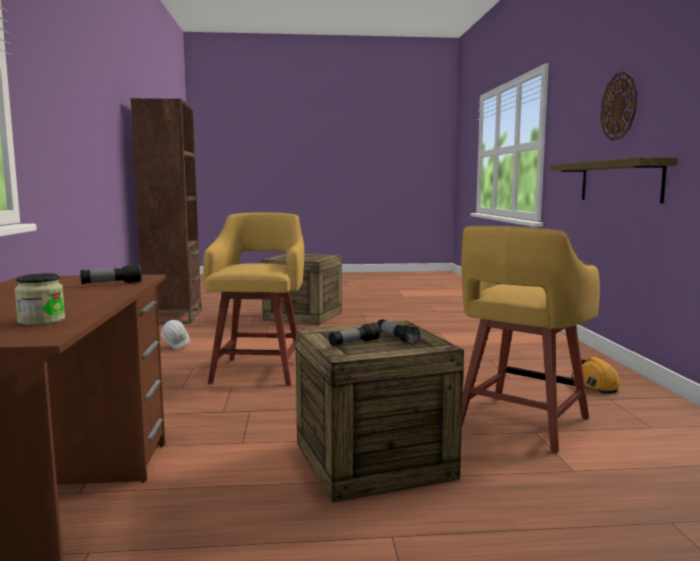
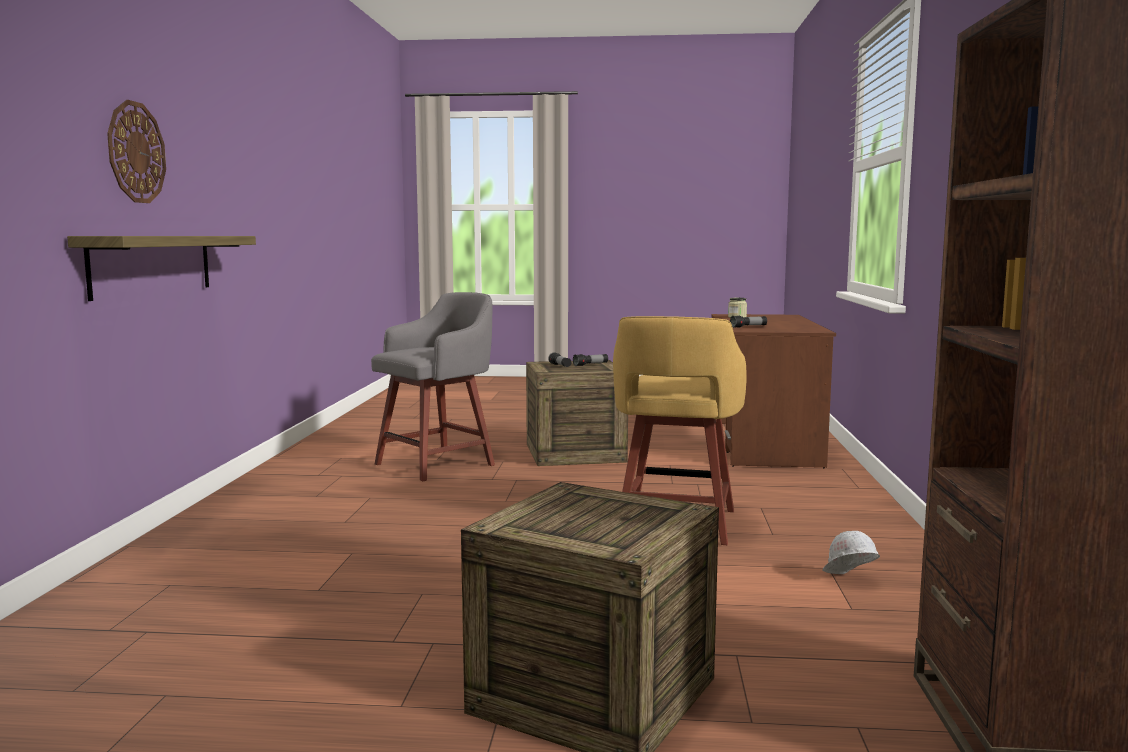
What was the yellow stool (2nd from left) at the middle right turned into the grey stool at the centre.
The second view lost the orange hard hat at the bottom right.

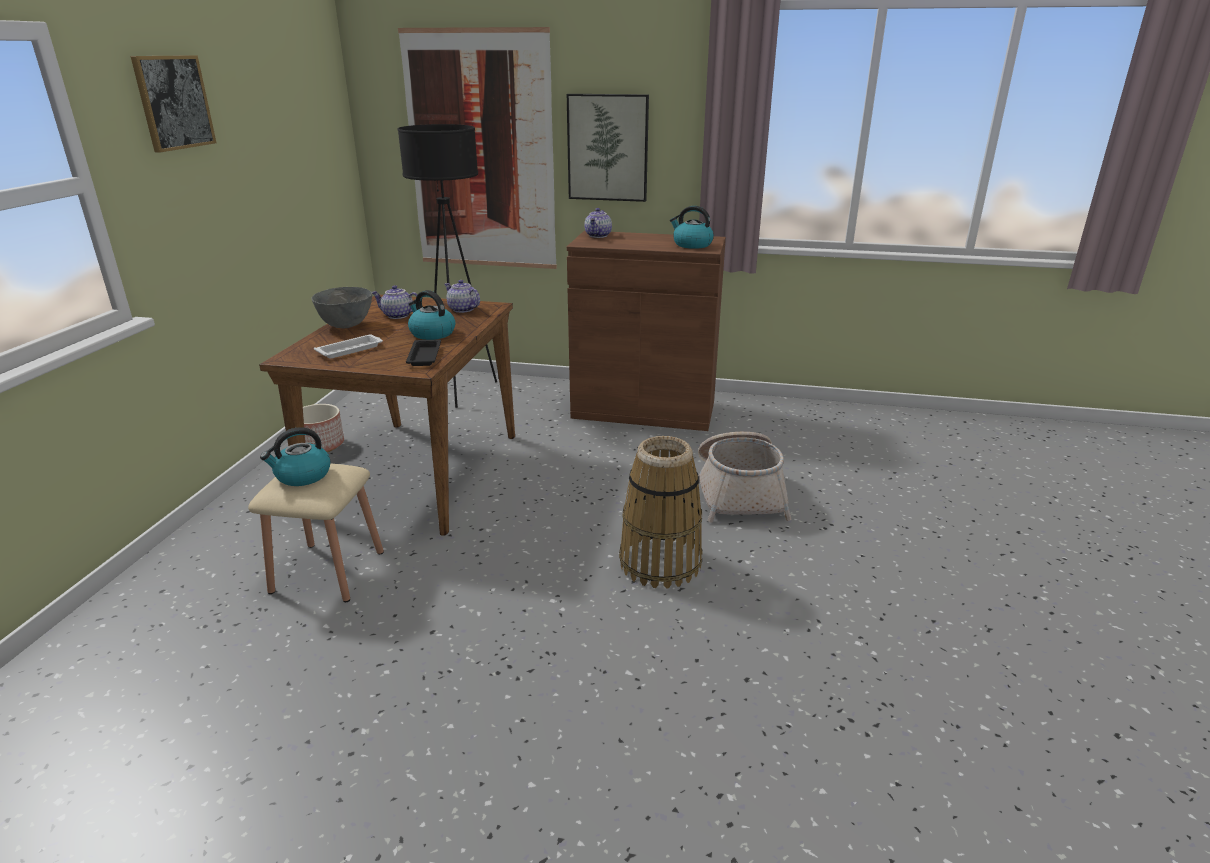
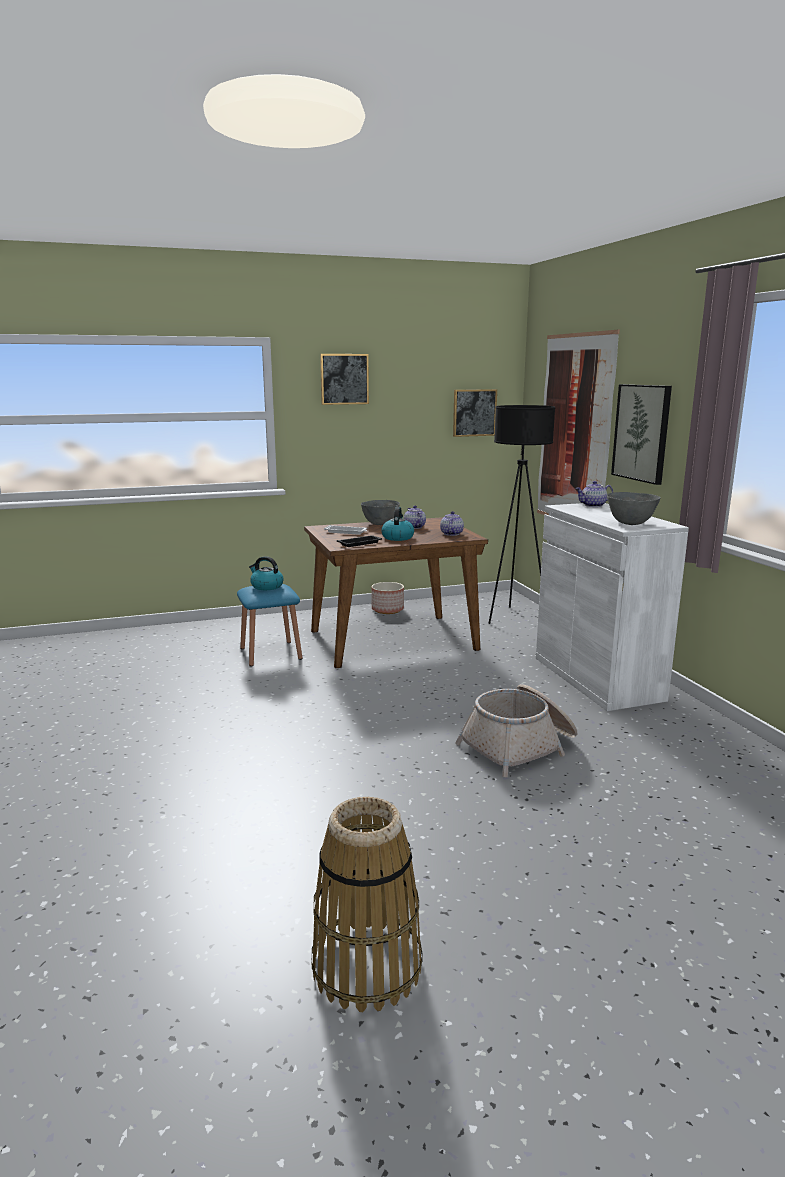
Where the kettle (3rd from left) stood at the top centre, the grey bowl (2nd from left) came to stand at the middle right.
What was the brown cabinet at the centre turned into the white cabinet at the middle right.
The basket (1st from left) ended up elsewhere, having gone from the centre to the bottom centre.
What was the beige stool at the middle left turned into the blue stool at the centre.
The second view gained the picture (2nd from left) at the centre.

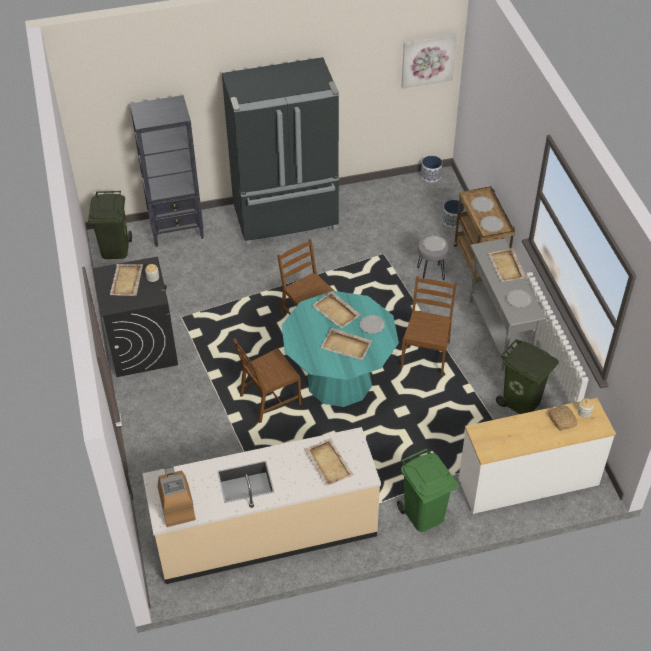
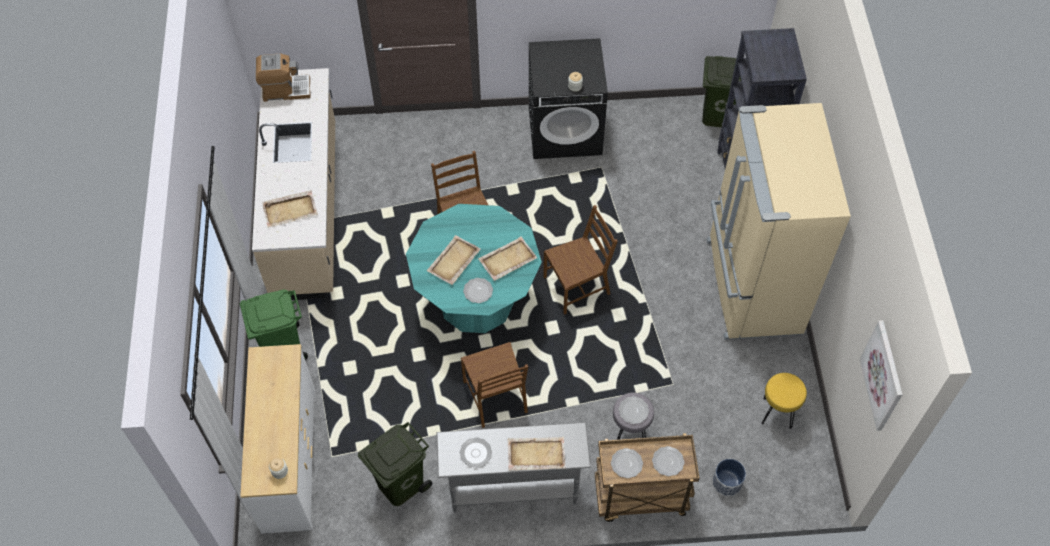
What was the black fridge at the top centre turned into the beige fridge at the middle right.
The second view lost the planter (1st from left) at the top centre.
The second view lost the beige tray (1st from left) at the middle left.
The brown chair (3rd from left in the first image) at the centre ended up facing another way, 45 degrees clockwise from before.
The second view lost the bread at the middle right.
The second view gained the yellow stool at the bottom right.

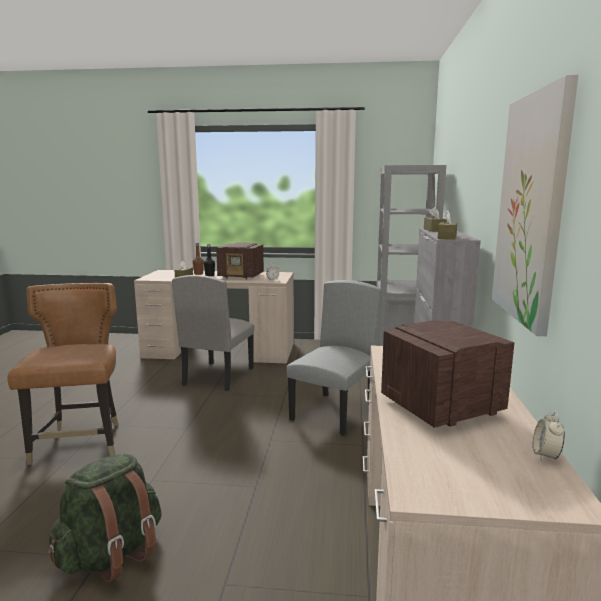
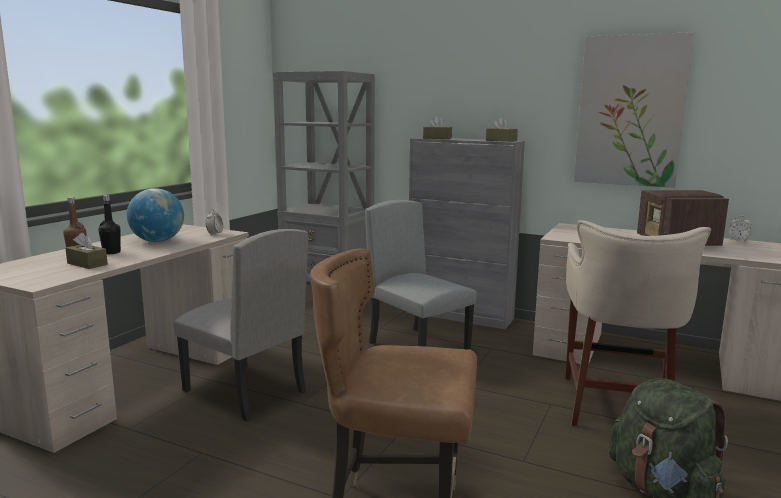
Where the radio (1st from left) stood at the centre, the globe came to stand at the middle left.
The second view gained the beige stool at the middle right.

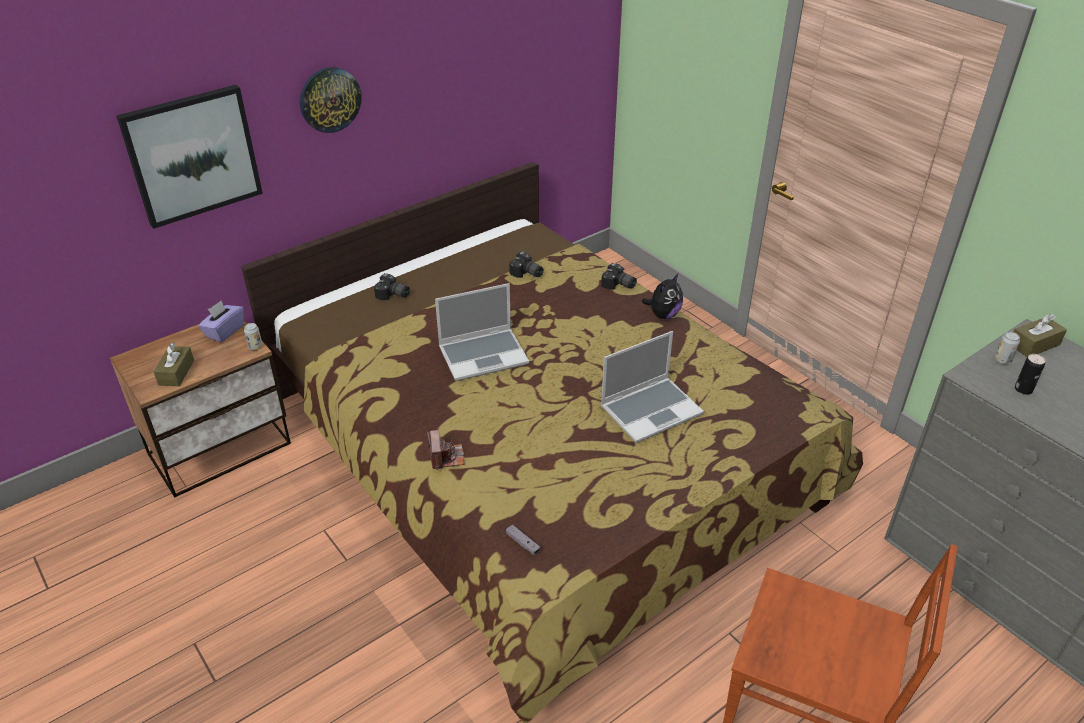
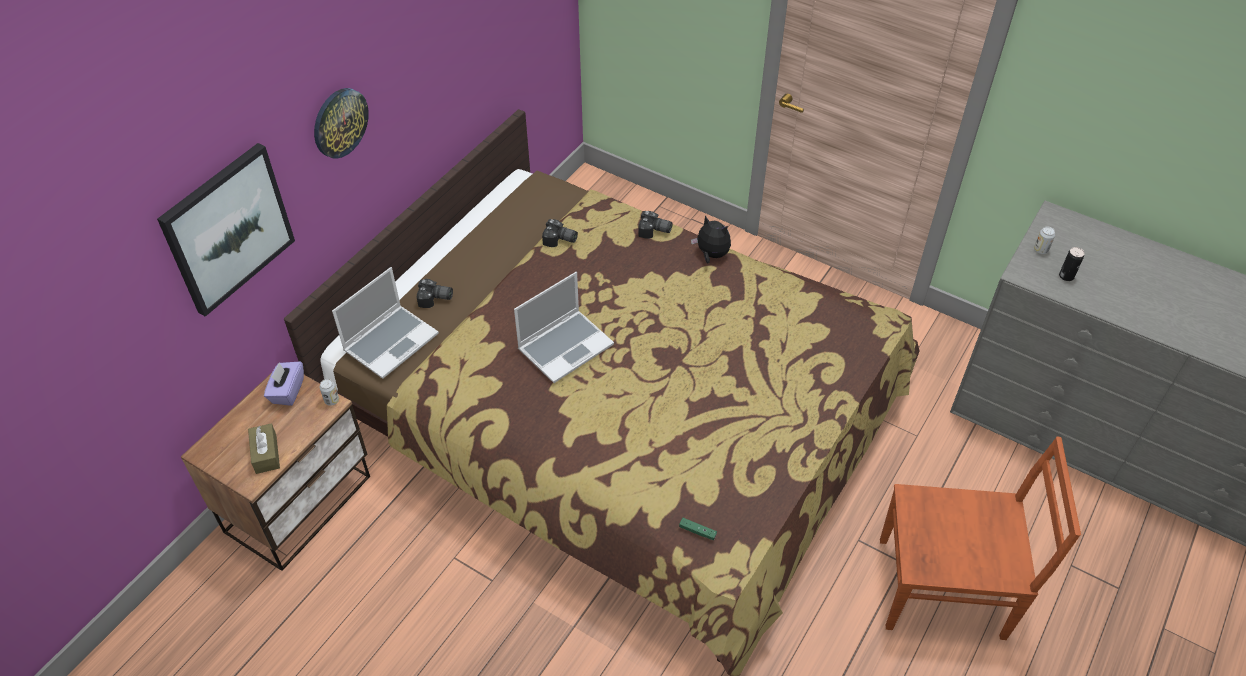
The plush toy at the centre ended up facing another way, 75 degrees counterclockwise from before.
The second view lost the brown tissue box (2nd from left) at the middle right.
The laptop (2nd from left in the first image) ended up elsewhere, having gone from the centre to the middle left.
The second view lost the photo camera (2nd from left) at the centre.
What was the grey game controller at the bottom centre turned into the green game controller at the bottom centre.

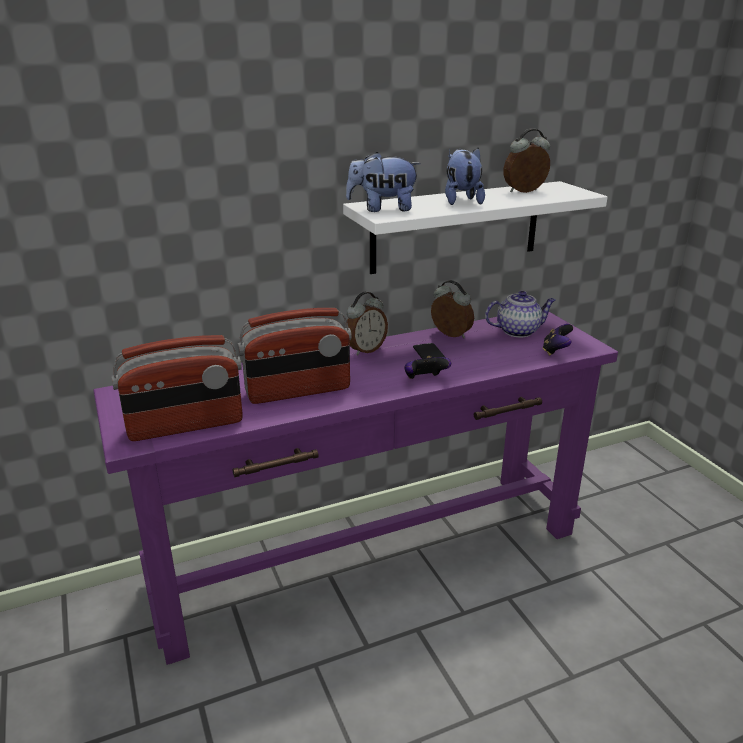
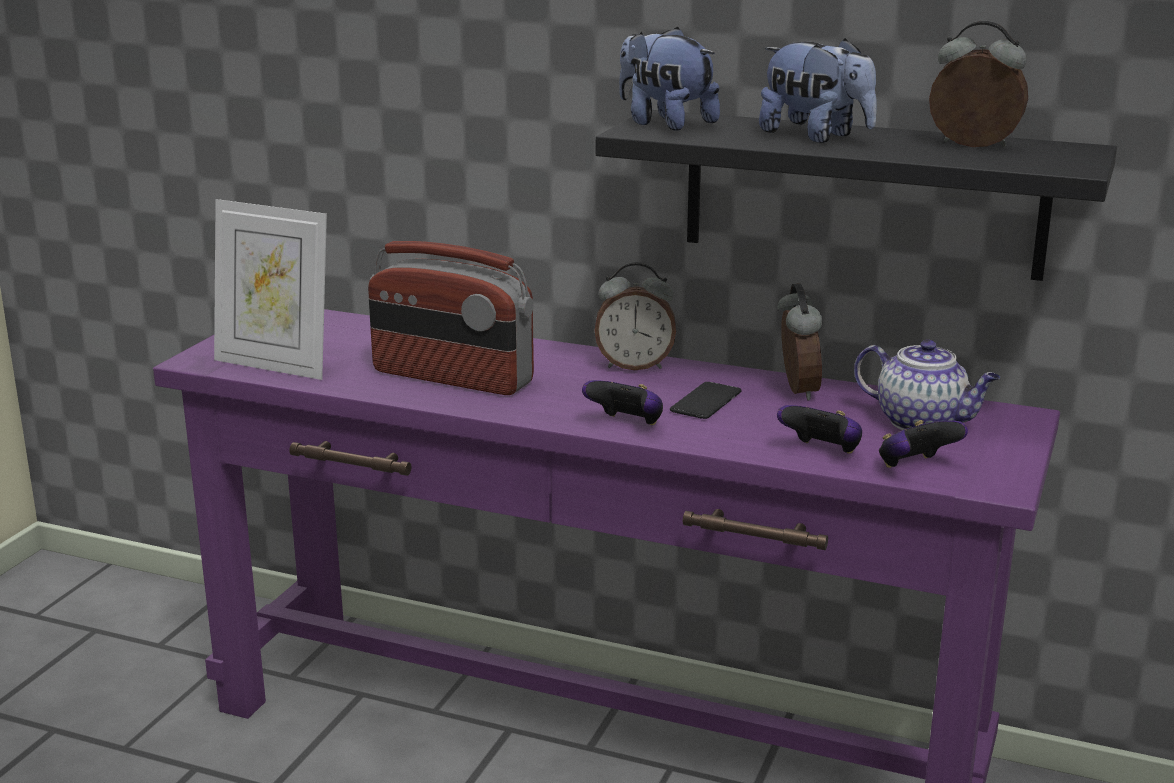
The plush toy (2nd from left) at the top centre ended up facing another way, 90 degrees clockwise from before.
What was the white shelf at the top centre turned into the black shelf at the top right.
Where the radio (1st from left) stood at the middle left, the picture frame came to stand at the middle left.
The second view gained the game controller (2nd from left) at the middle right.

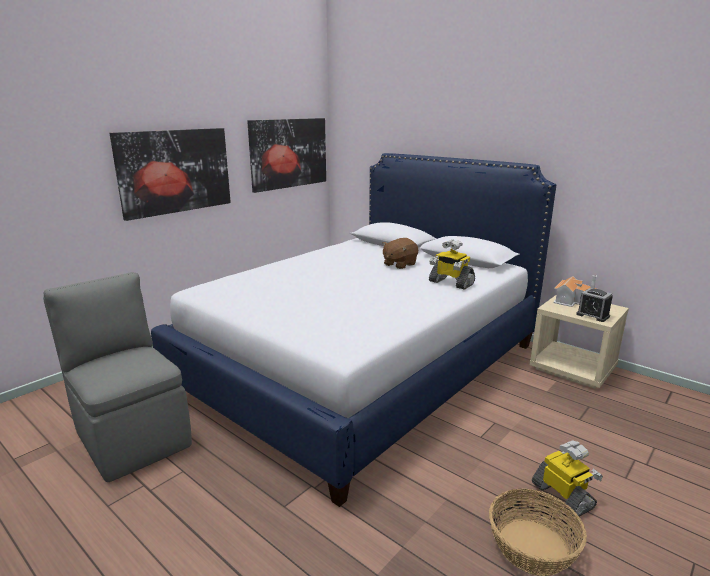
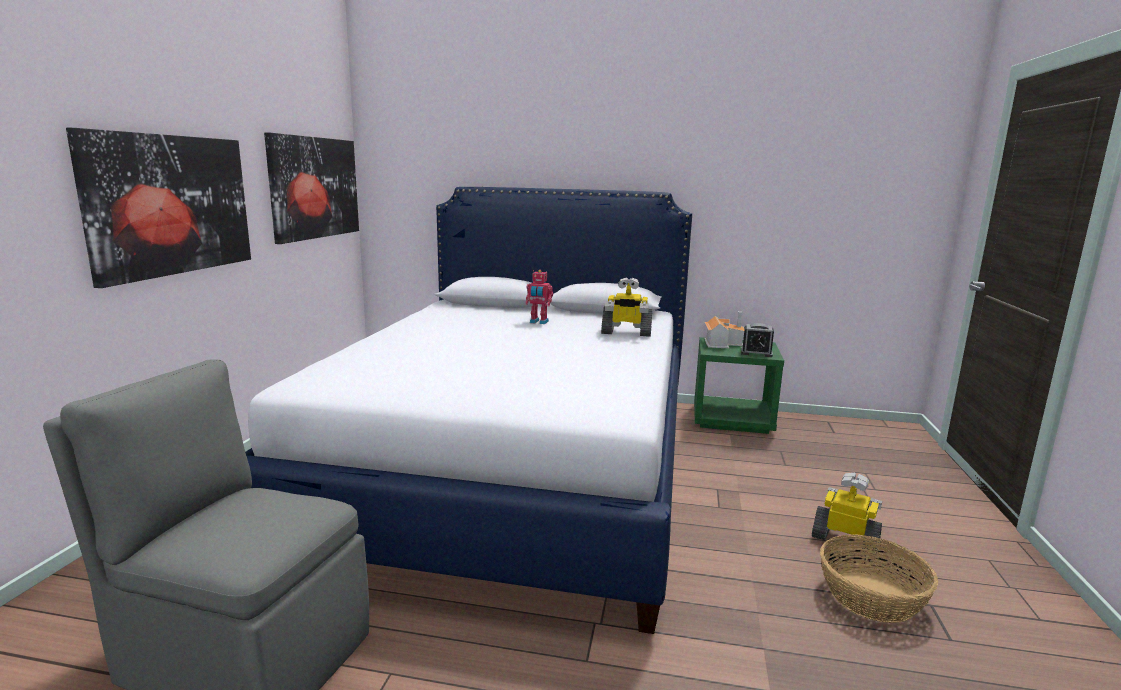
Where the brown plush toy stood at the centre, the toy robot (1st from left) came to stand at the centre.
What was the beige nightstand at the middle right turned into the green nightstand at the centre.

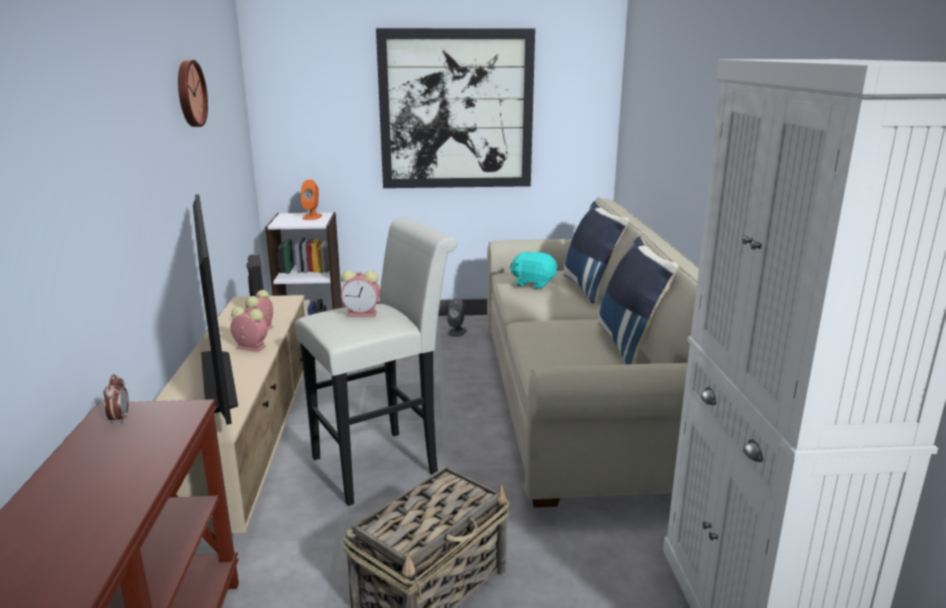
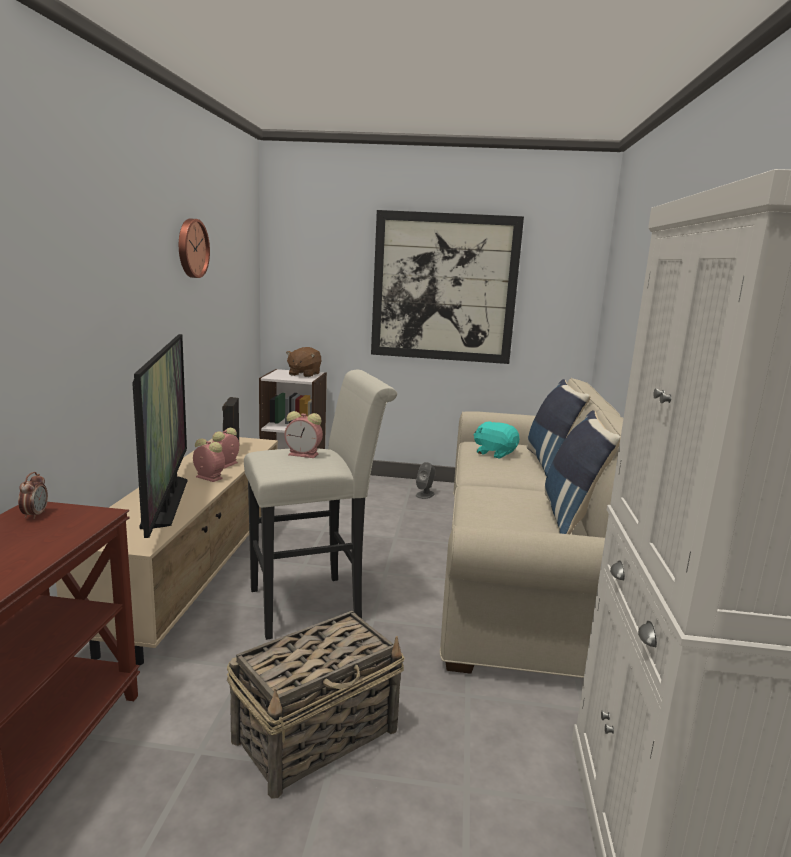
Where the orange speaker stood at the top left, the brown plush toy came to stand at the centre.

